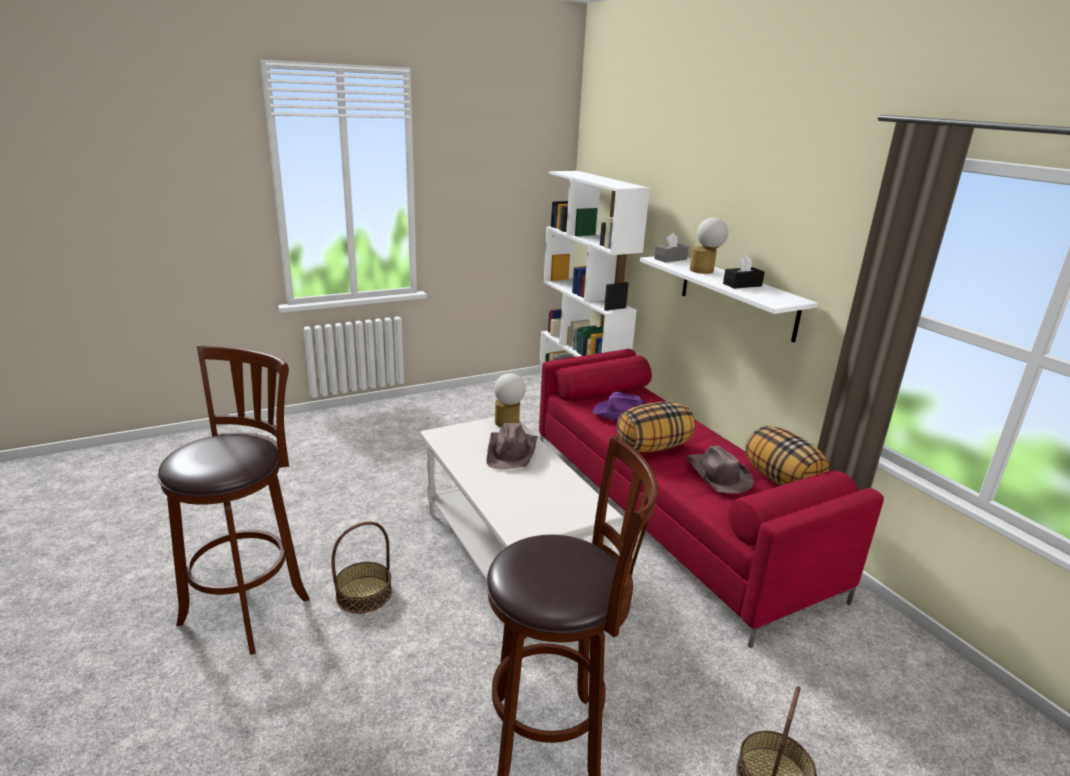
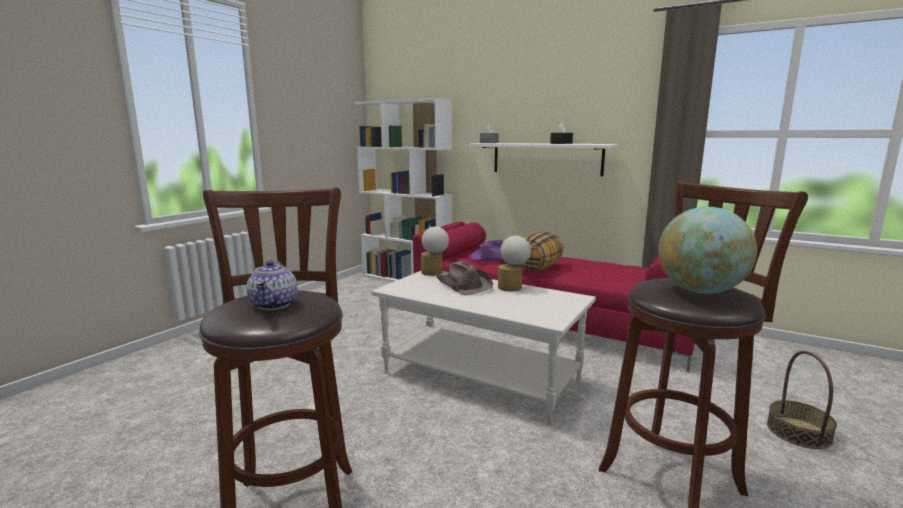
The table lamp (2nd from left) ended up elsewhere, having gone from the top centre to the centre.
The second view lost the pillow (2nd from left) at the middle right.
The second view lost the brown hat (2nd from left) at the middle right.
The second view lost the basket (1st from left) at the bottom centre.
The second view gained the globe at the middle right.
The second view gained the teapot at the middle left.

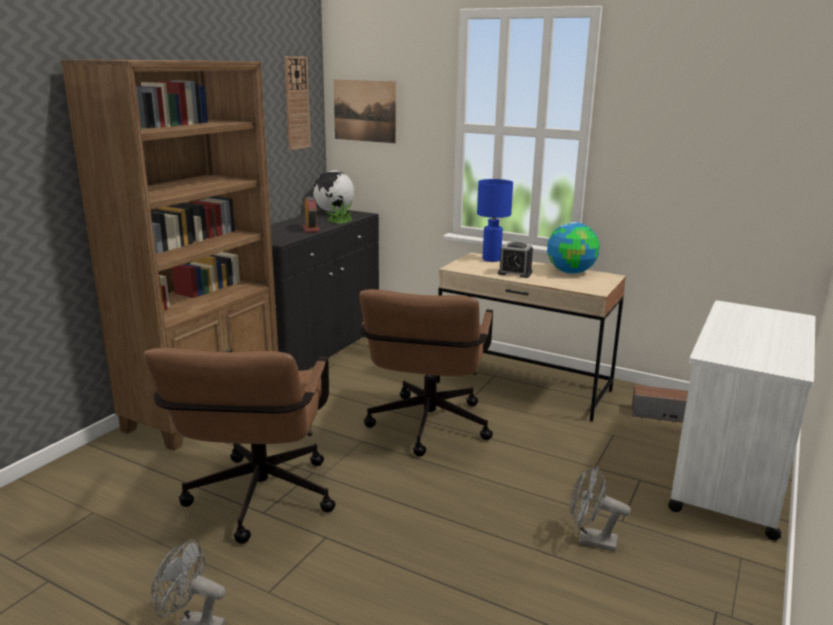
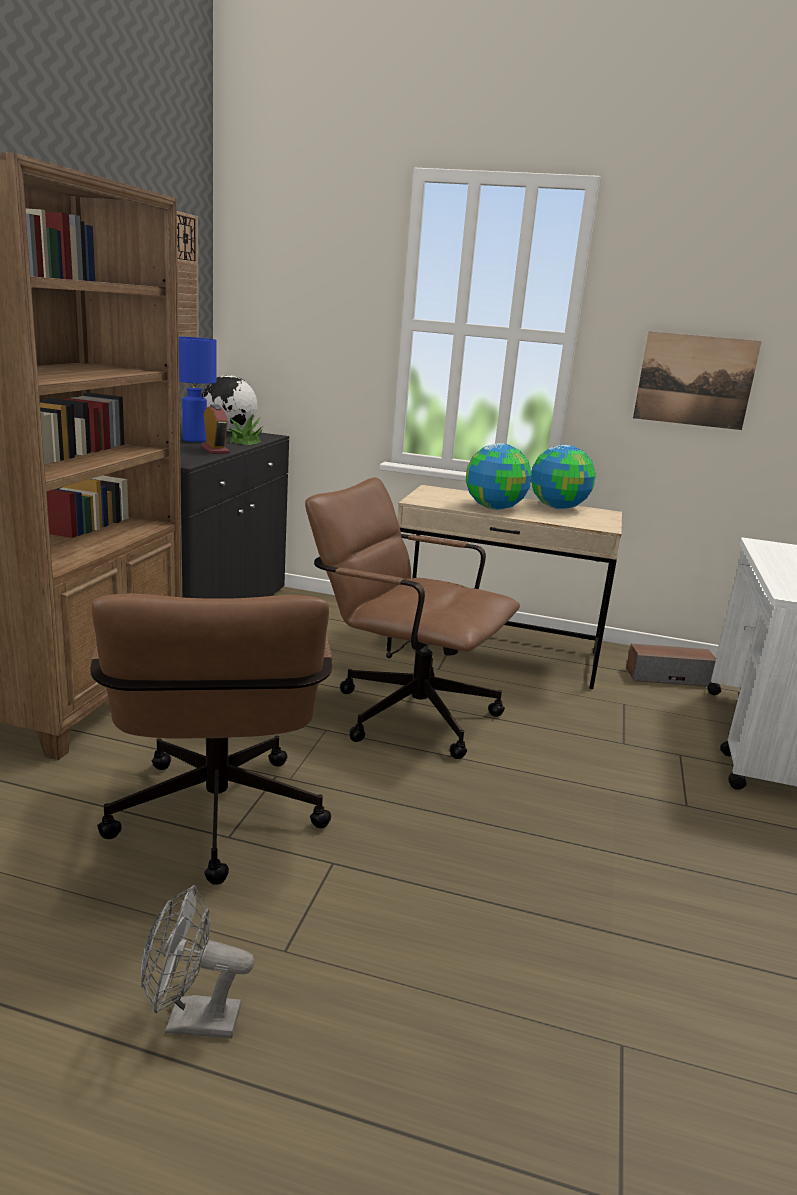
The picture ended up elsewhere, having gone from the top centre to the top right.
The blue table lamp ended up elsewhere, having gone from the centre to the top left.
Where the alarm clock (2nd from left) stood at the centre, the globe (2nd from left) came to stand at the centre.
The brown office chair (2nd from left) at the centre ended up facing another way, 120 degrees clockwise from before.
The second view lost the grey fan (2nd from left) at the bottom right.

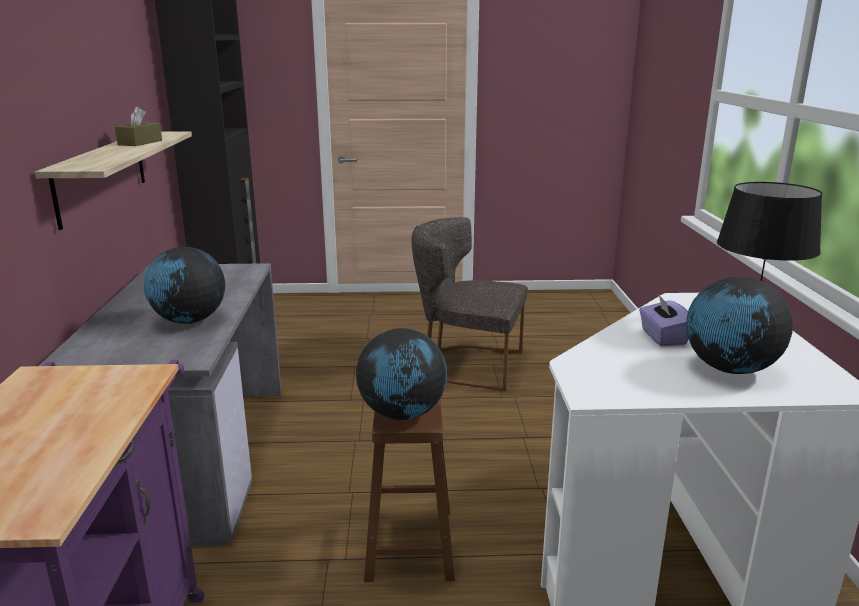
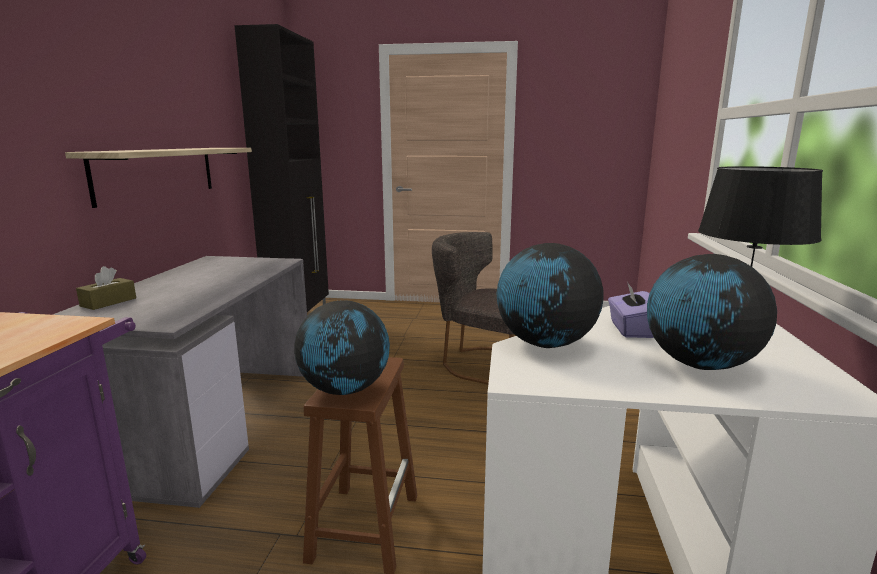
The brown tissue box ended up elsewhere, having gone from the top left to the middle left.
The globe (1st from left in the first image) ended up elsewhere, having gone from the middle left to the centre.

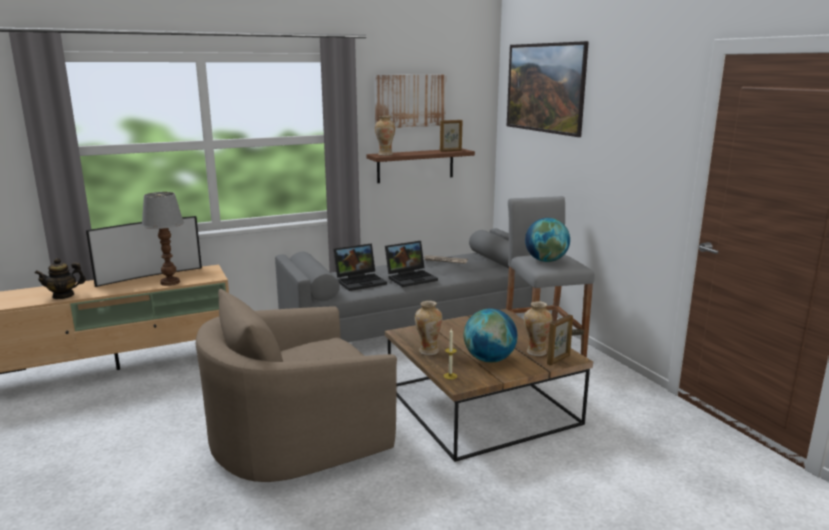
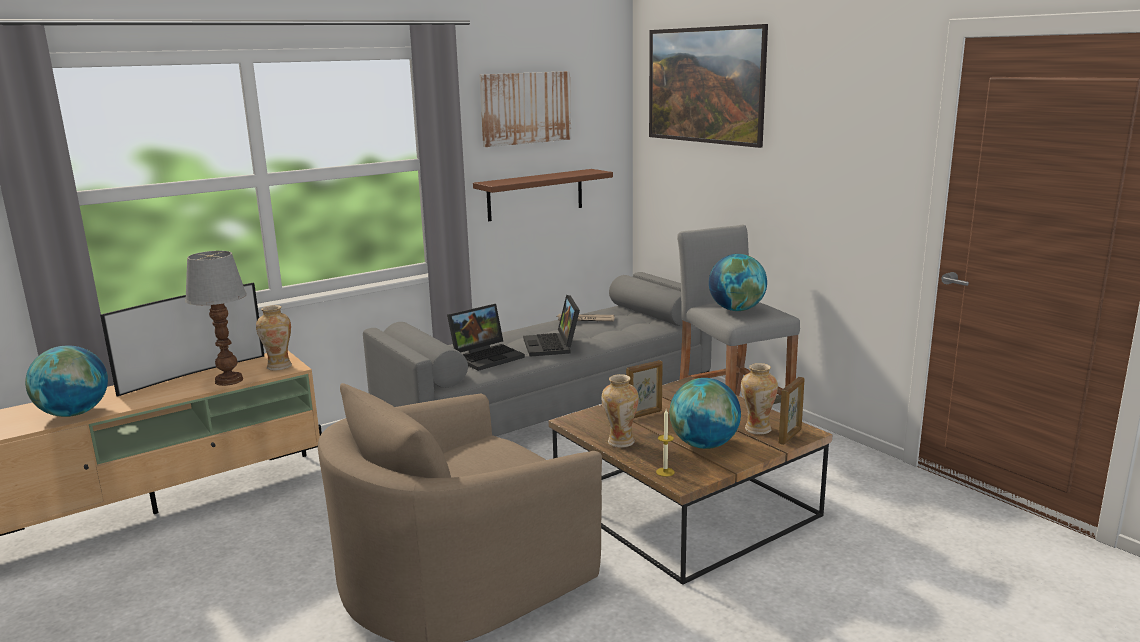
The vase (1st from left) ended up elsewhere, having gone from the top centre to the middle left.
The picture frame (1st from left) ended up elsewhere, having gone from the top centre to the centre.
The laptop (2nd from left) at the centre ended up facing another way, 120 degrees clockwise from before.
Where the teapot stood at the middle left, the globe (1st from left) came to stand at the middle left.

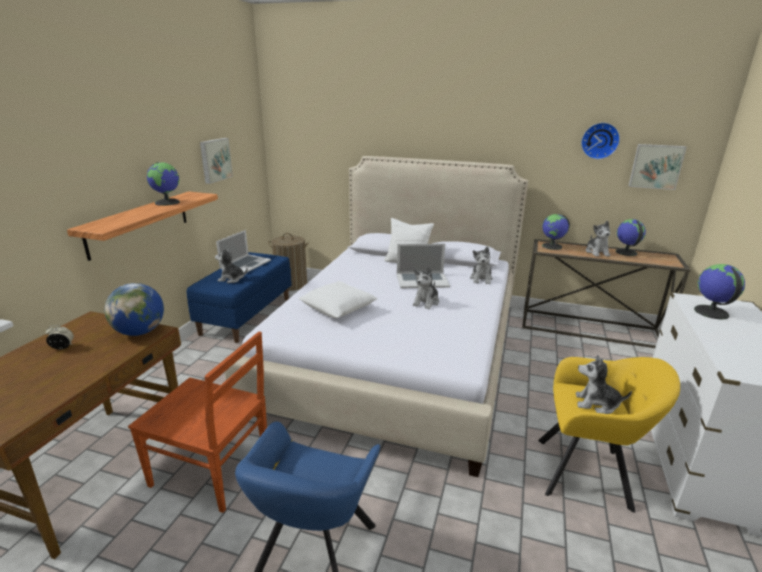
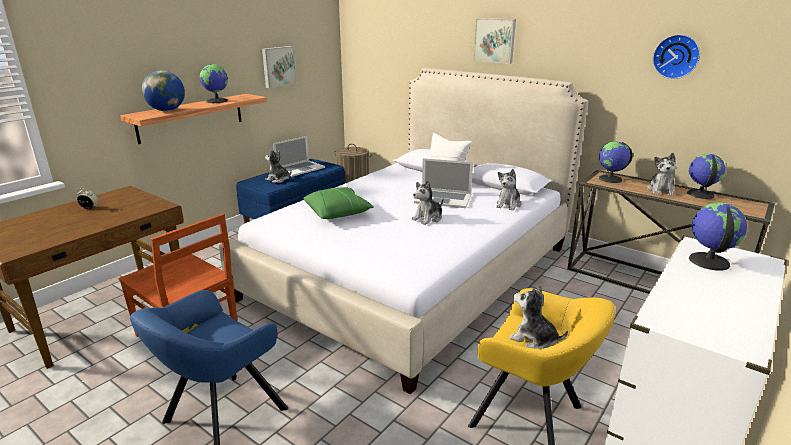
The picture (2nd from left) ended up elsewhere, having gone from the top right to the top centre.
What was the white pillow (1st from left) at the centre turned into the green pillow at the centre.
The globe (1st from left) ended up elsewhere, having gone from the middle left to the top left.

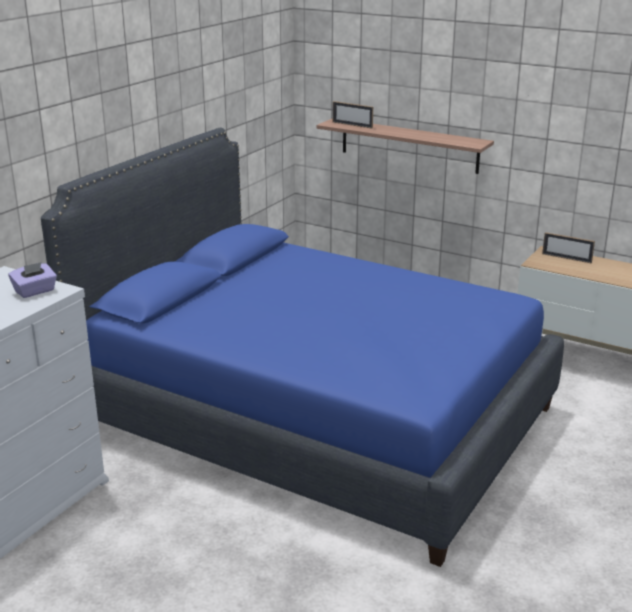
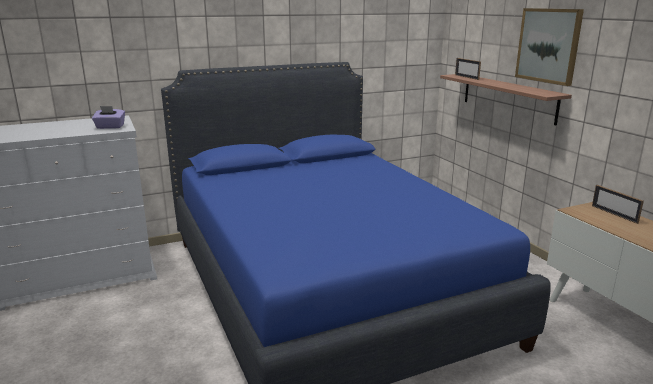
The second view gained the picture at the top right.

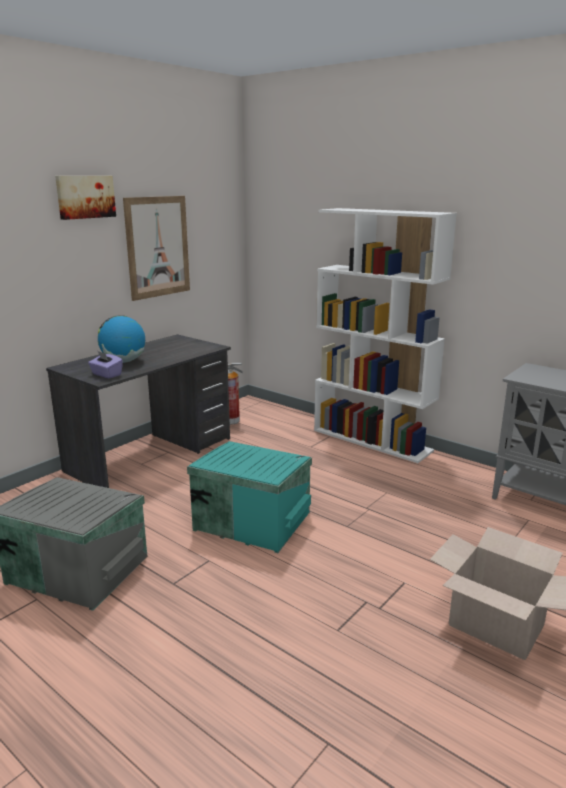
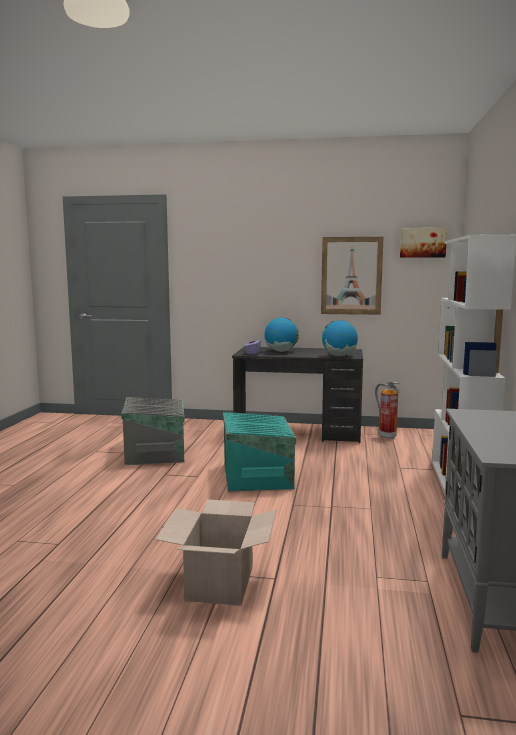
The picture (1st from left in the first image) ended up elsewhere, having gone from the top left to the top right.
The second view gained the globe (2nd from left) at the centre.

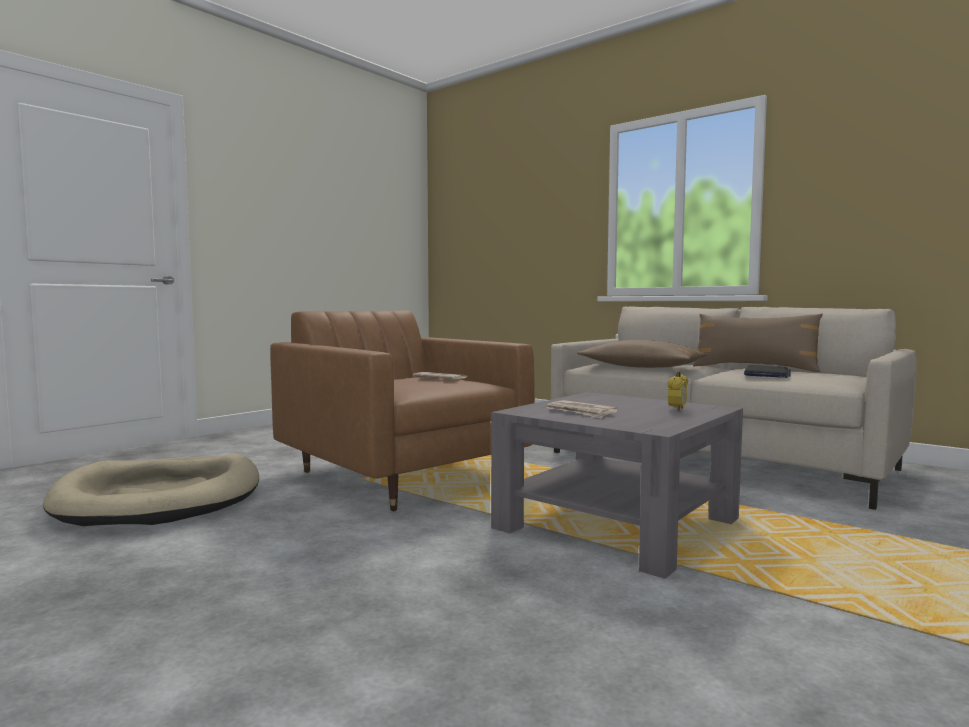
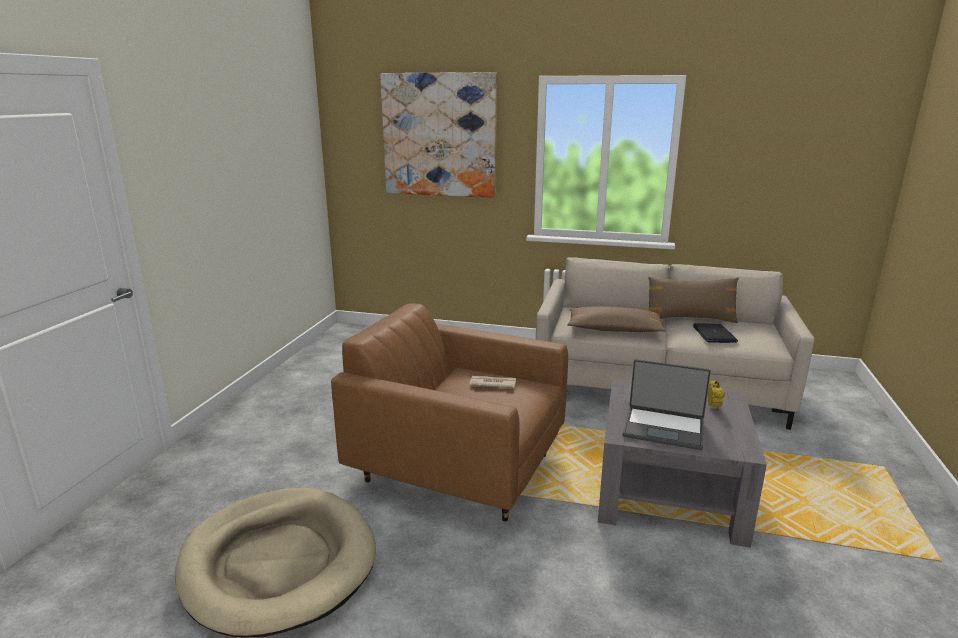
Where the newspaper (2nd from left) stood at the centre, the laptop (1st from left) came to stand at the middle right.
The second view gained the picture at the top centre.

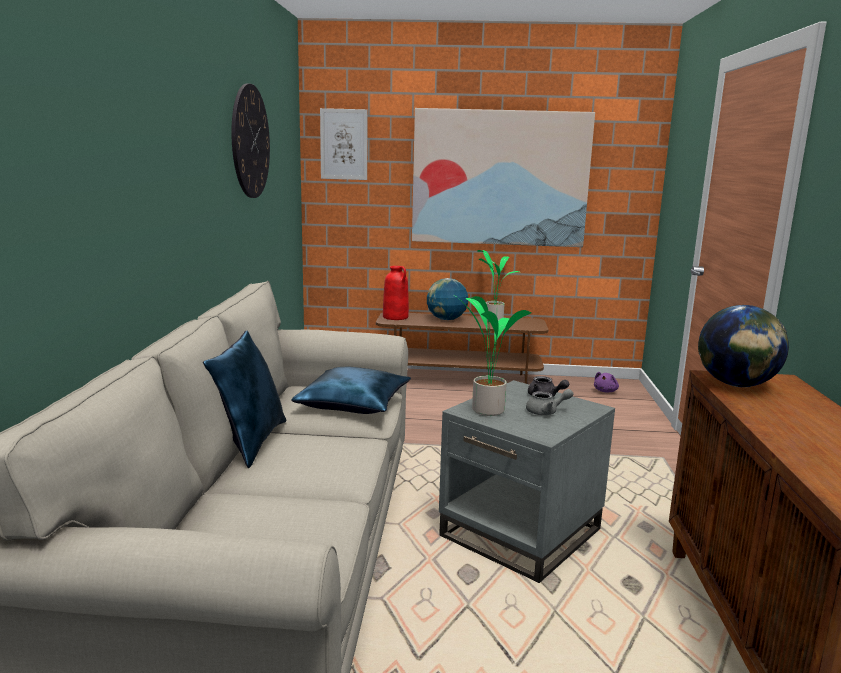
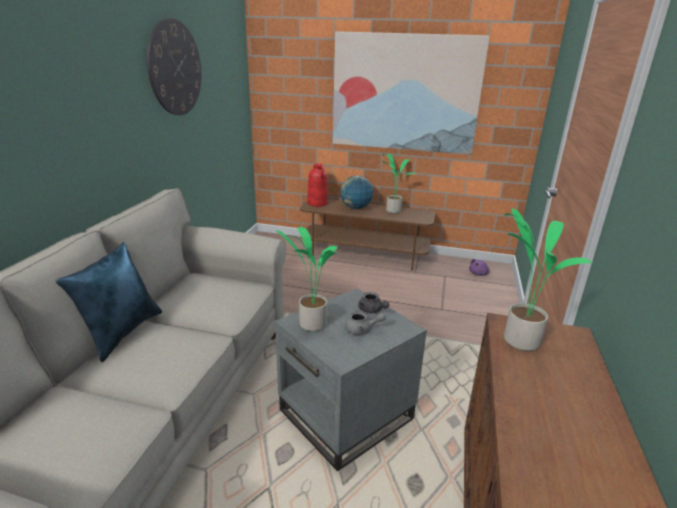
The second view lost the picture (1st from left) at the top centre.
Where the globe (2nd from left) stood at the middle right, the potted plant (3rd from left) came to stand at the middle right.
The second view lost the blue pillow (2nd from left) at the centre.

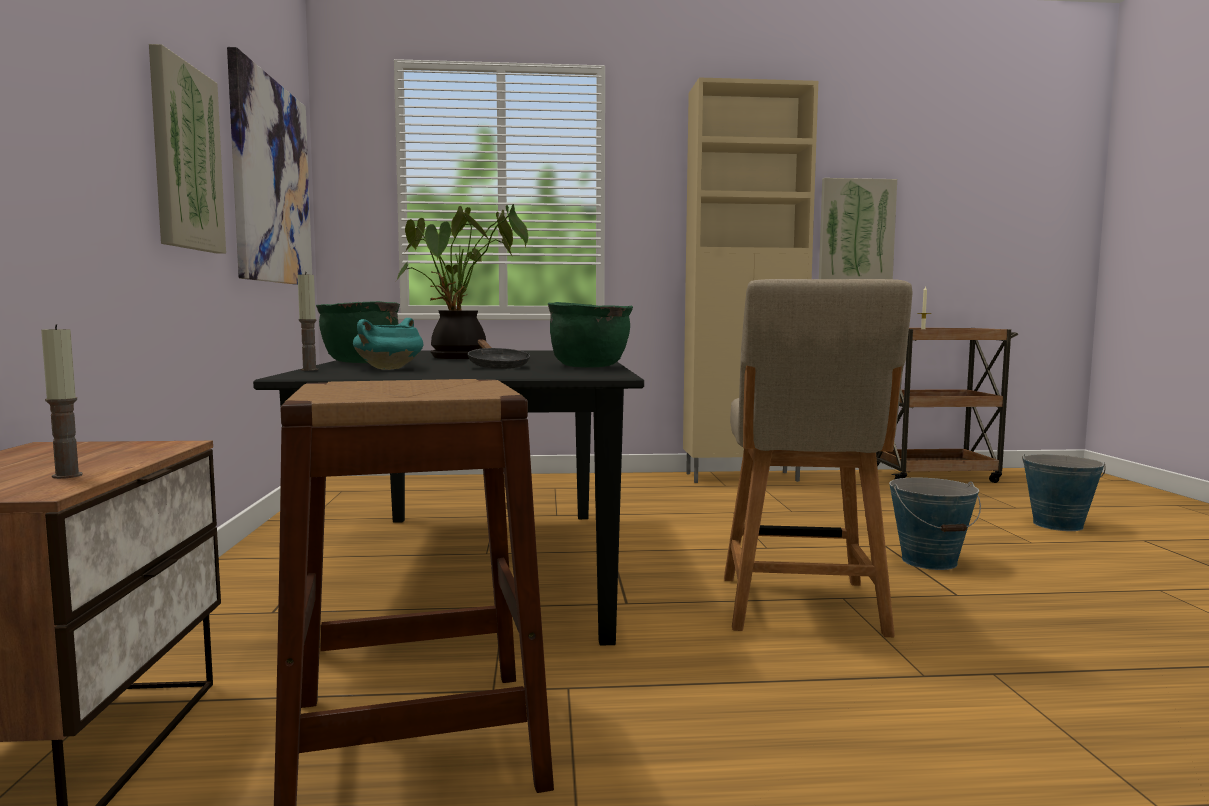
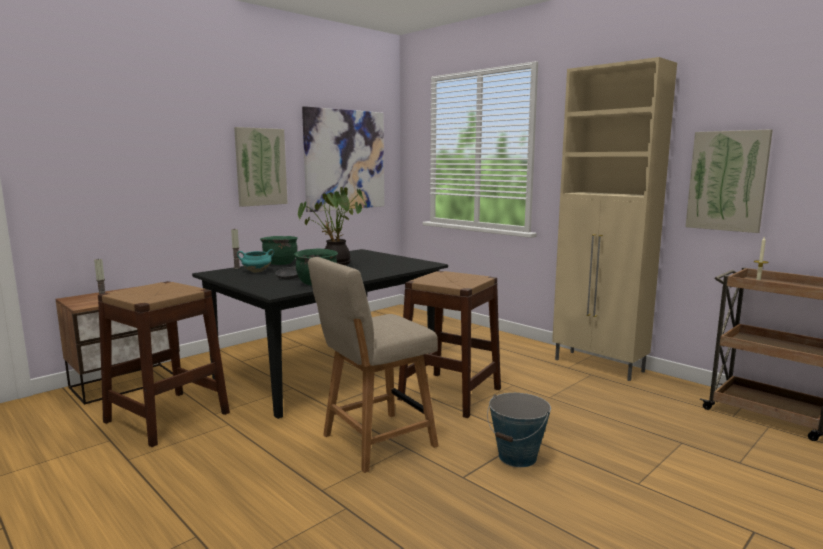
The second view lost the bucket (2nd from left) at the middle right.
The second view gained the brown stool (2nd from left) at the centre.

